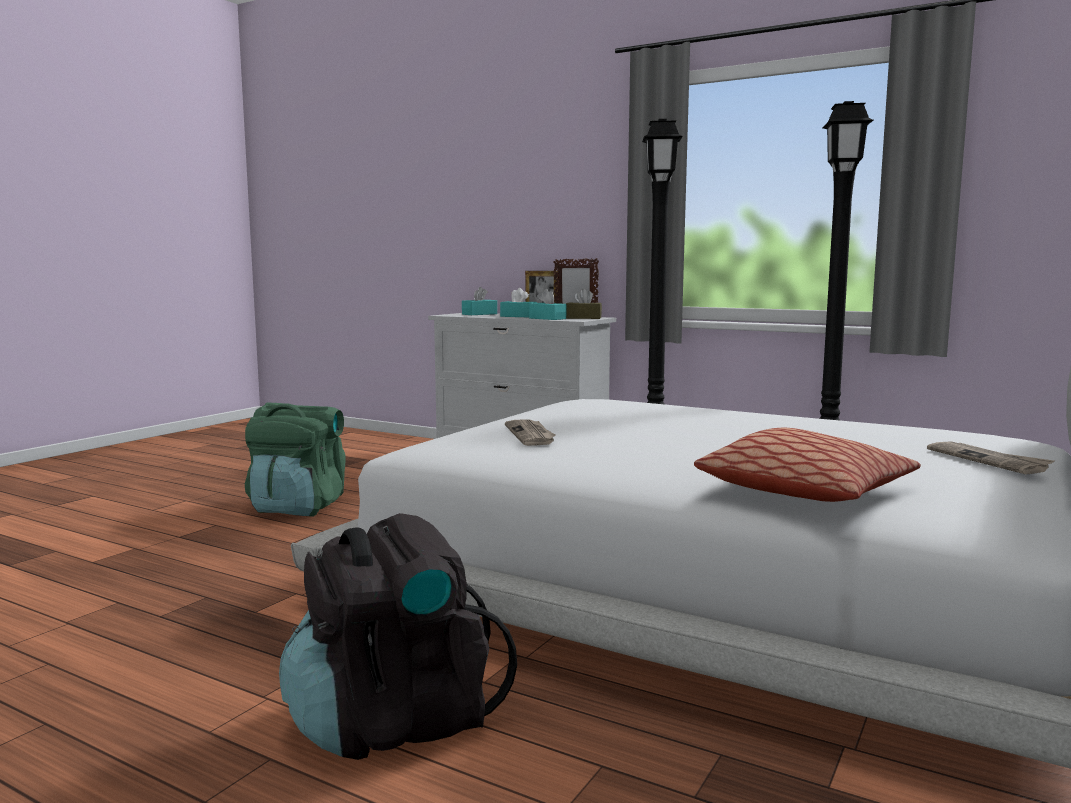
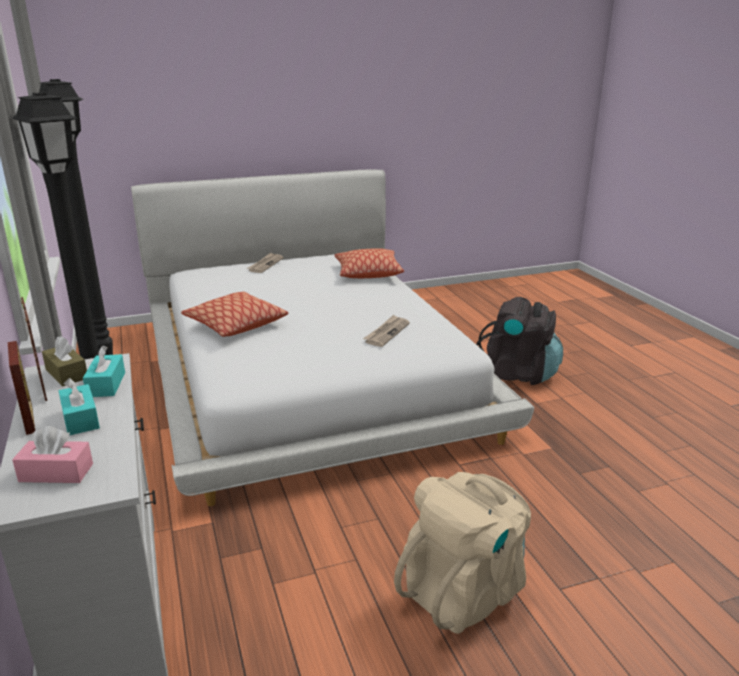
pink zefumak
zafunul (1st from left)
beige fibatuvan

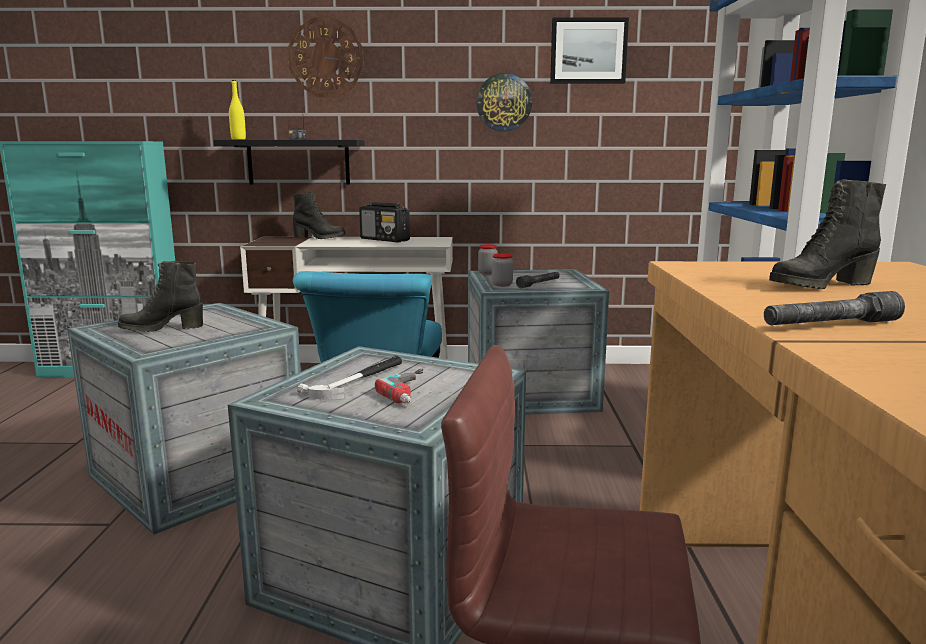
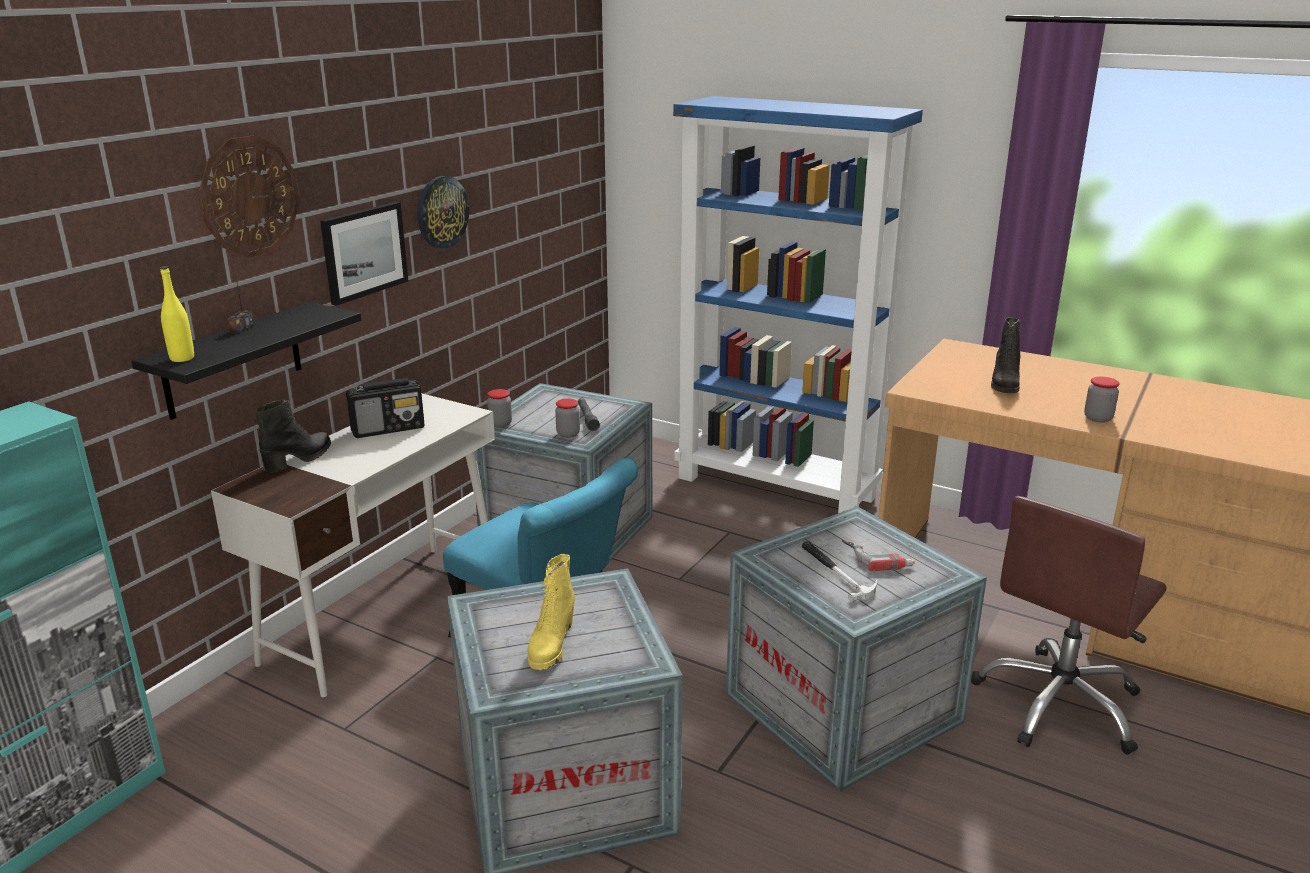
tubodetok
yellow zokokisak
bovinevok (3rd from left)

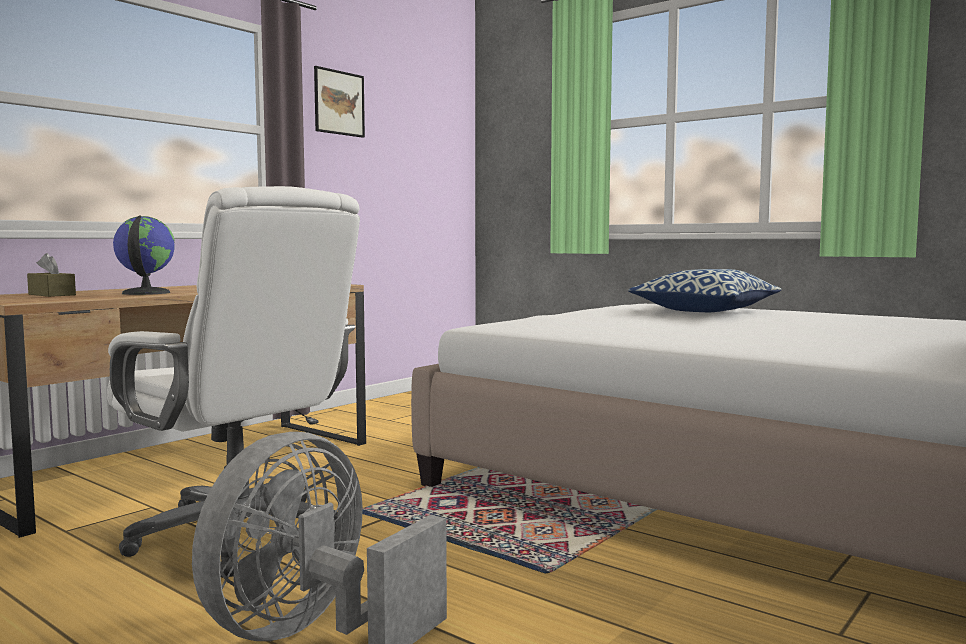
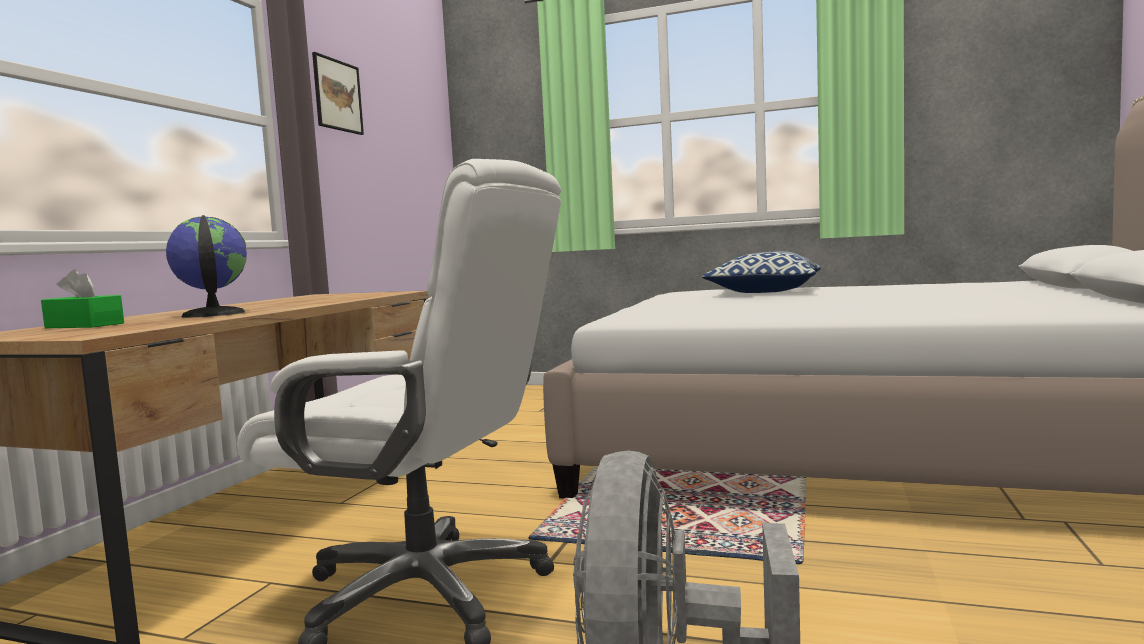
green zefumak

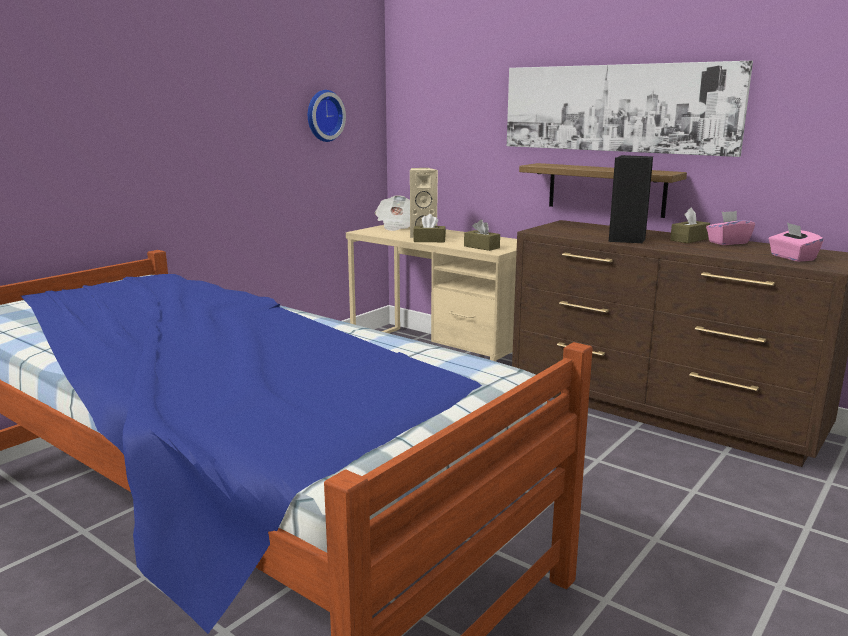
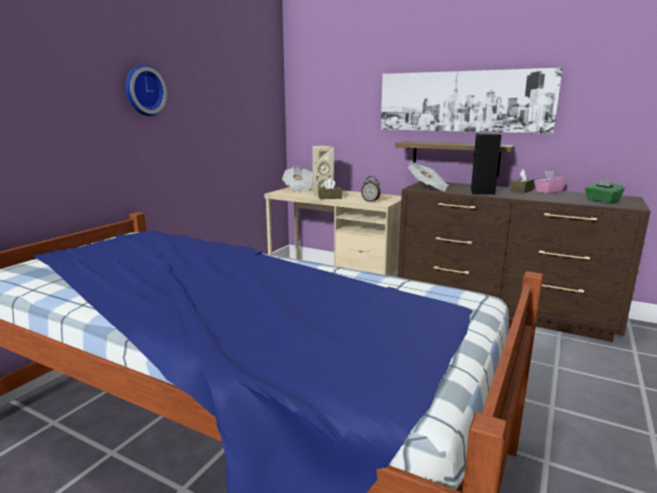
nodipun
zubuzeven
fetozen (2nd from left)
green zefumak

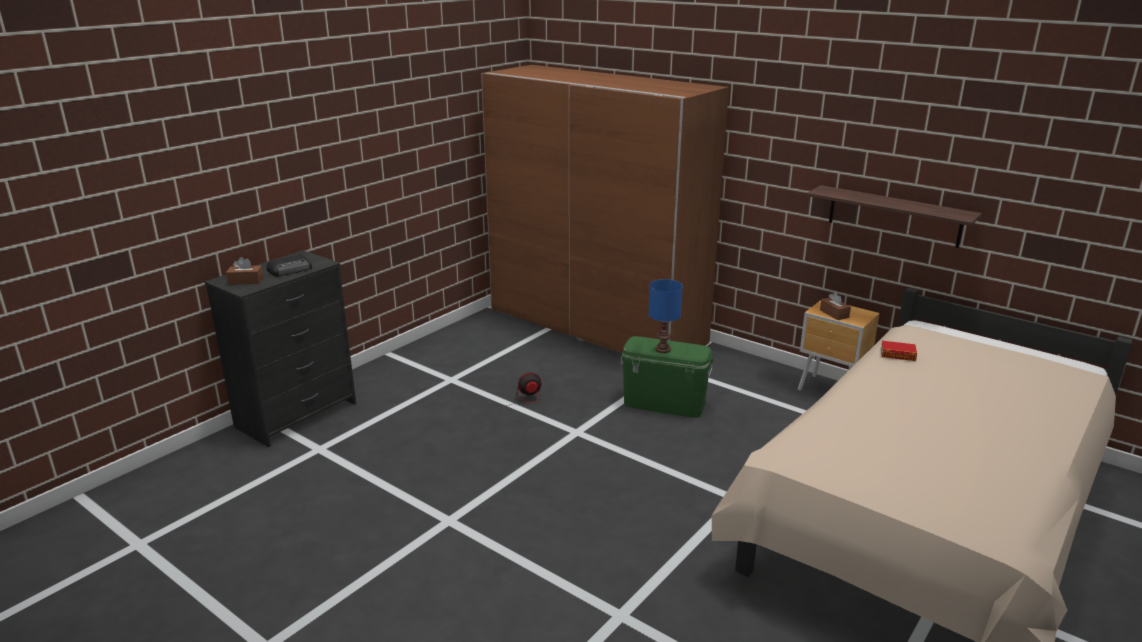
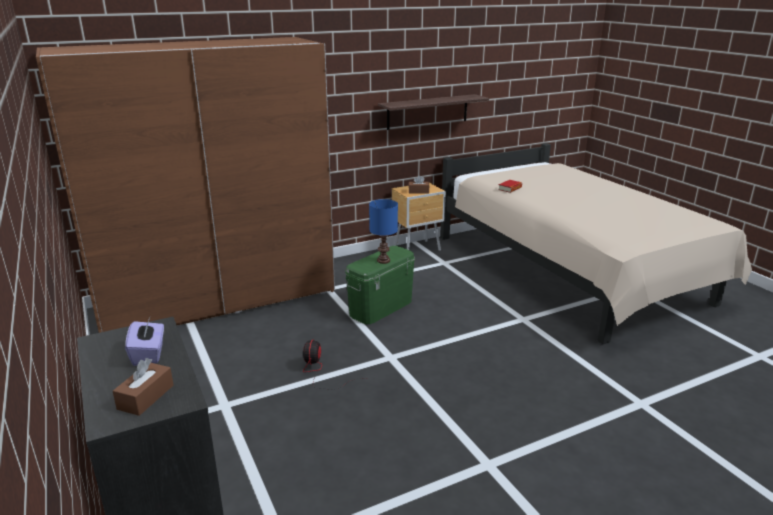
purple zefumak

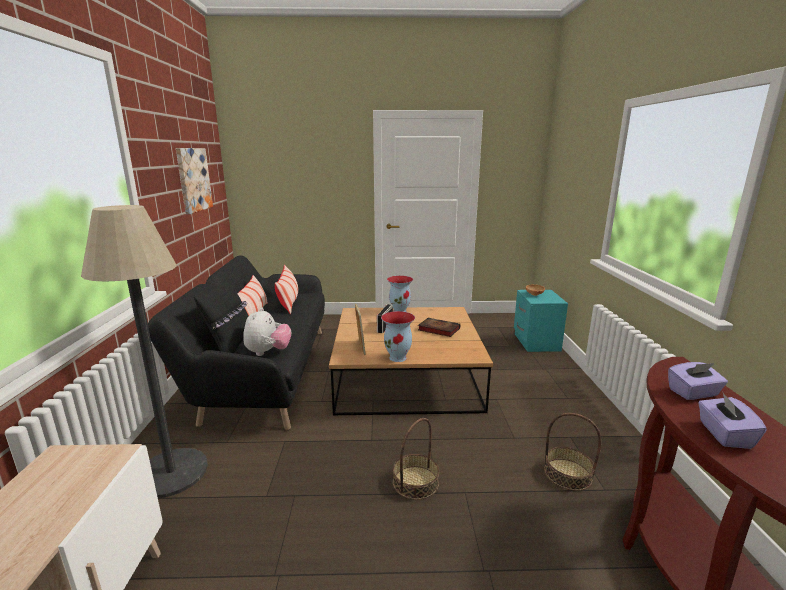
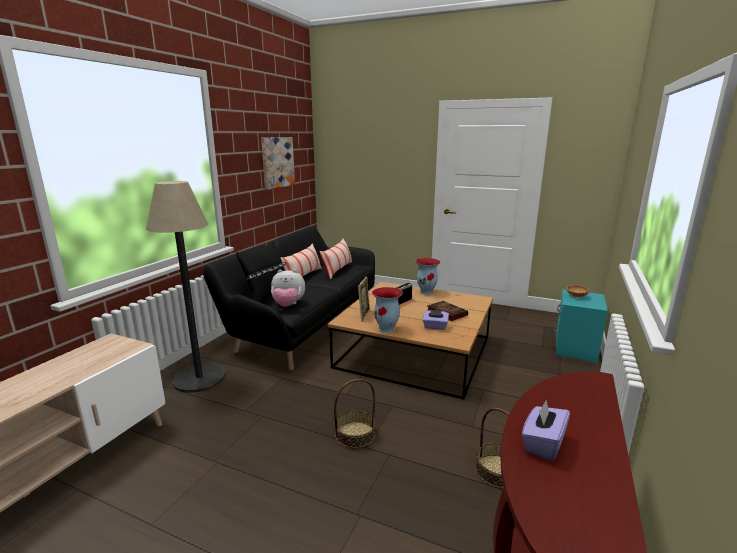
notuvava
purple zefumak (1st from left)

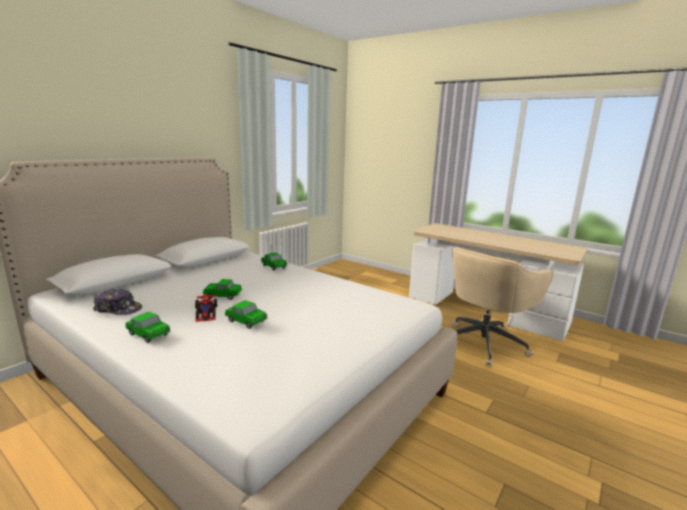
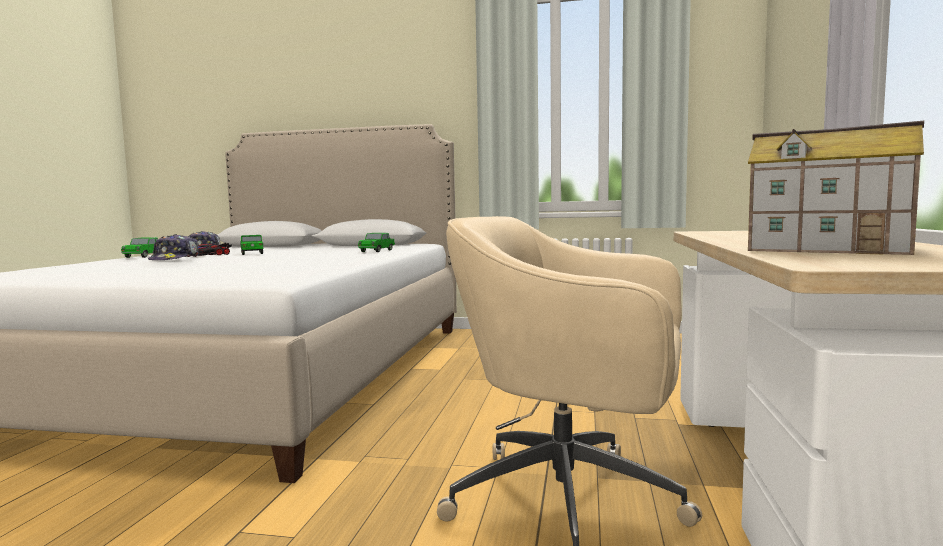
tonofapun (1st from left)
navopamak

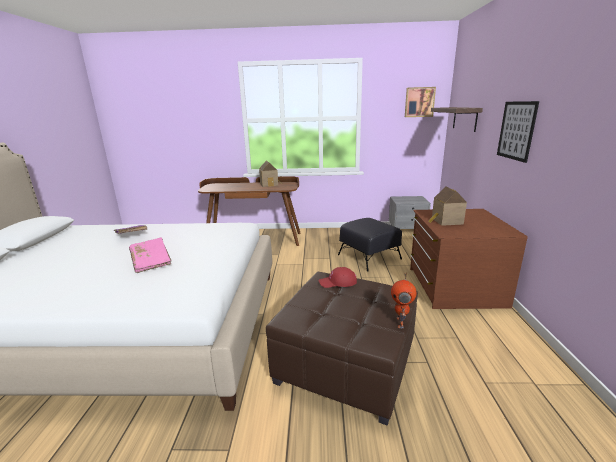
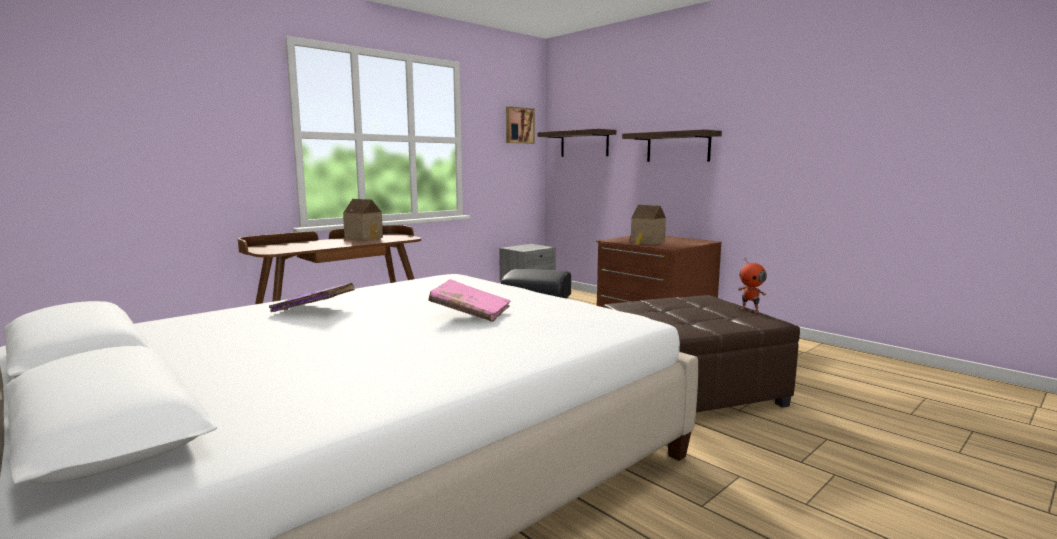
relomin (2nd from left)
red tonofapun

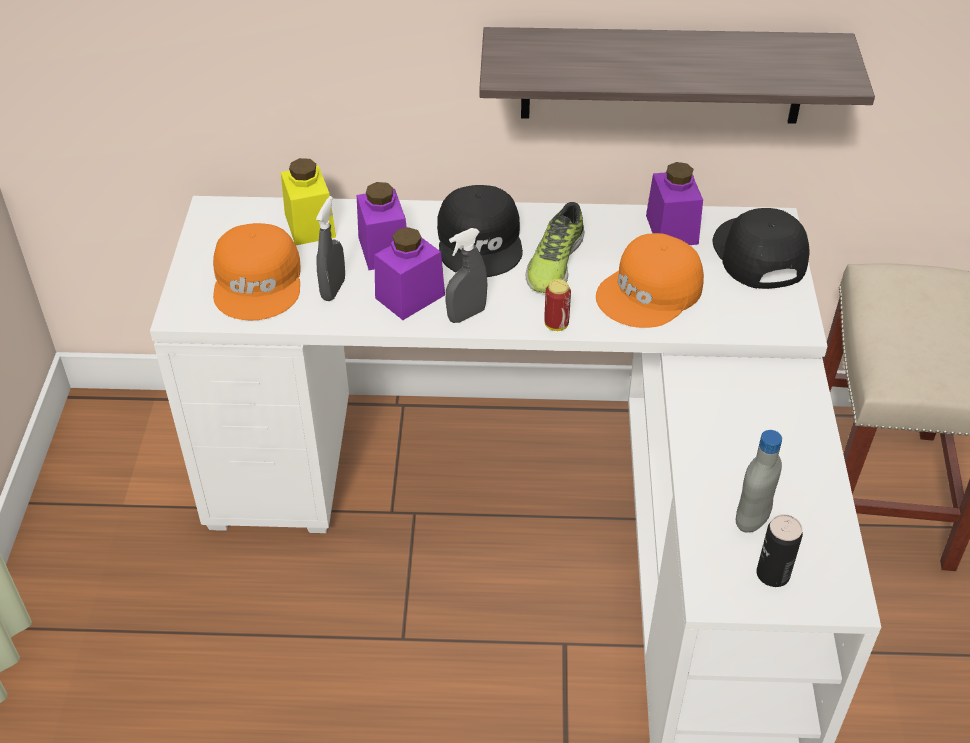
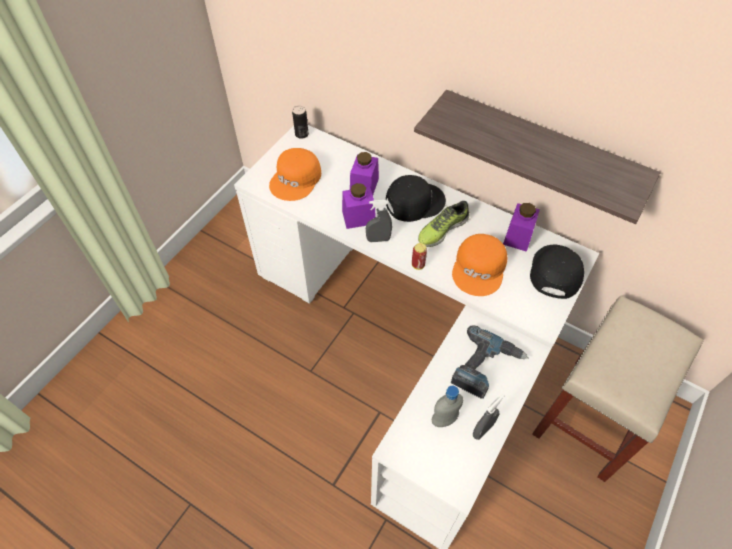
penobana (1st from left)
black tonofapun (1st from left)
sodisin
orange tonofapun (2nd from left)
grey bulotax (2nd from left)
yellow bovinevok

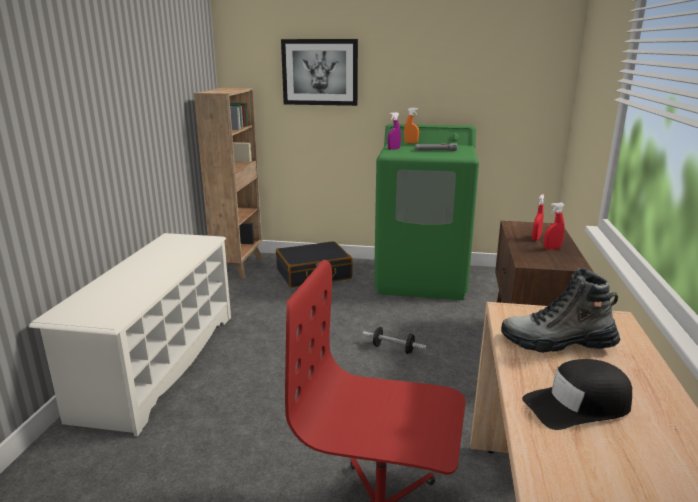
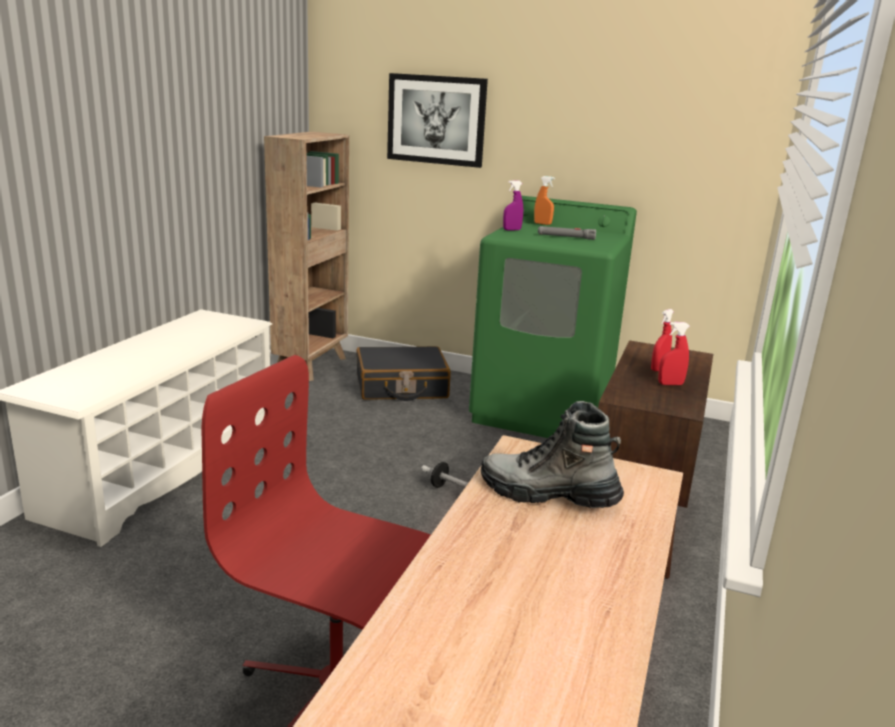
black tonofapun

